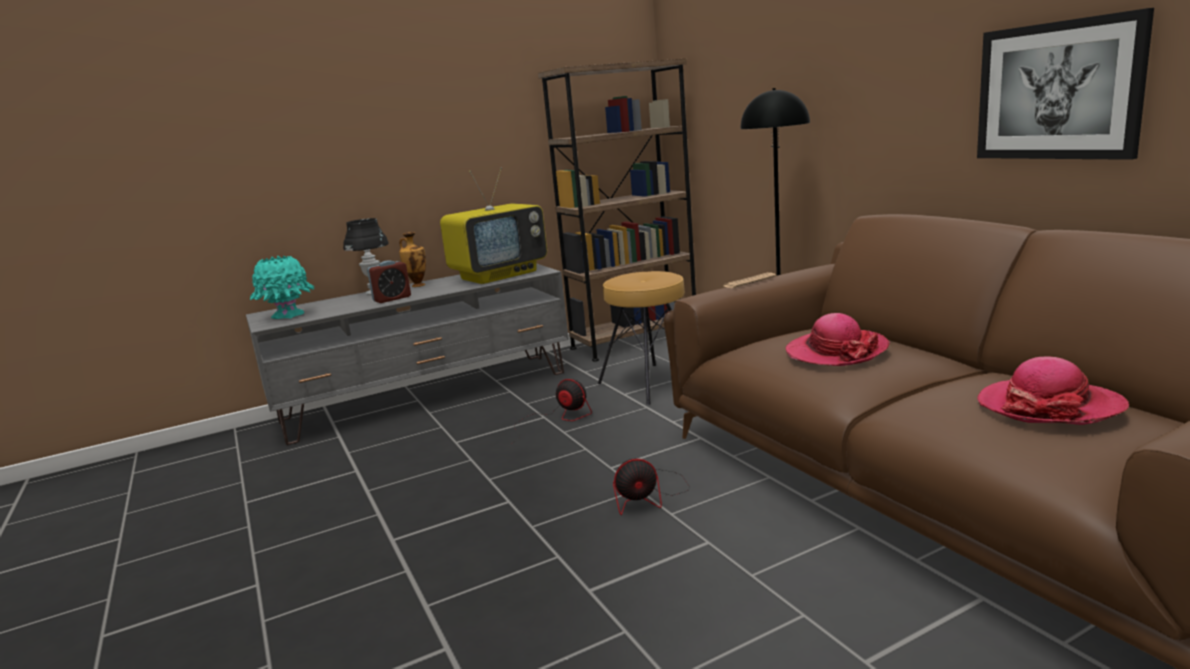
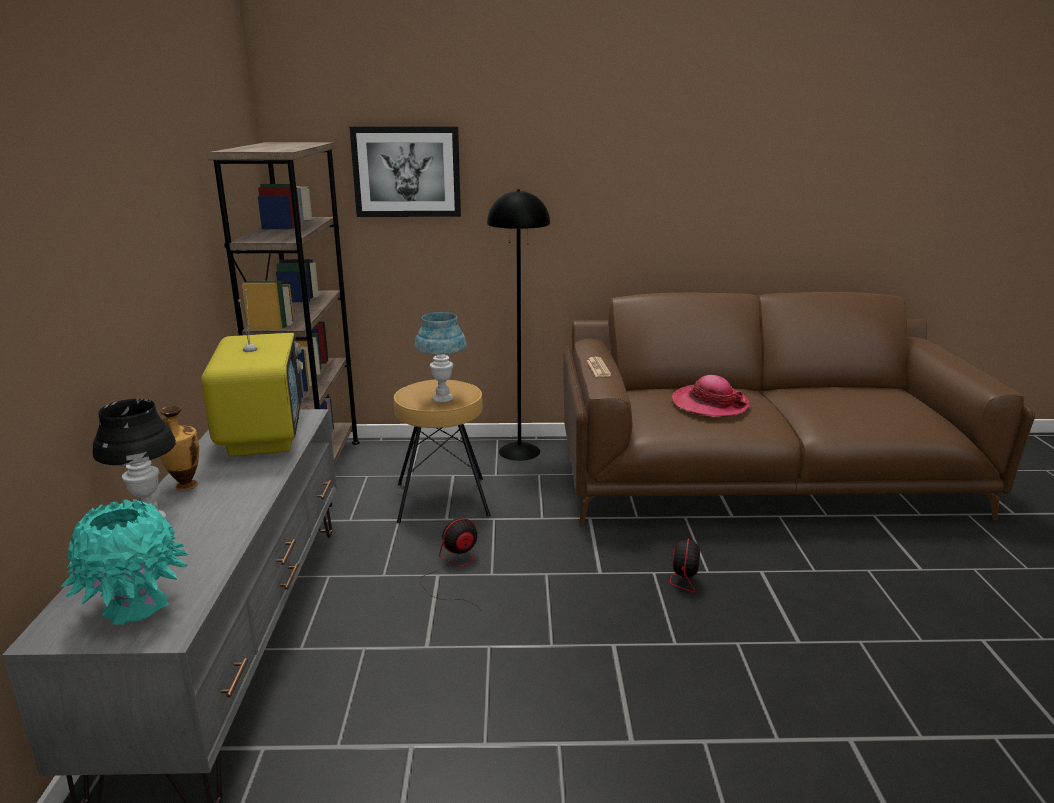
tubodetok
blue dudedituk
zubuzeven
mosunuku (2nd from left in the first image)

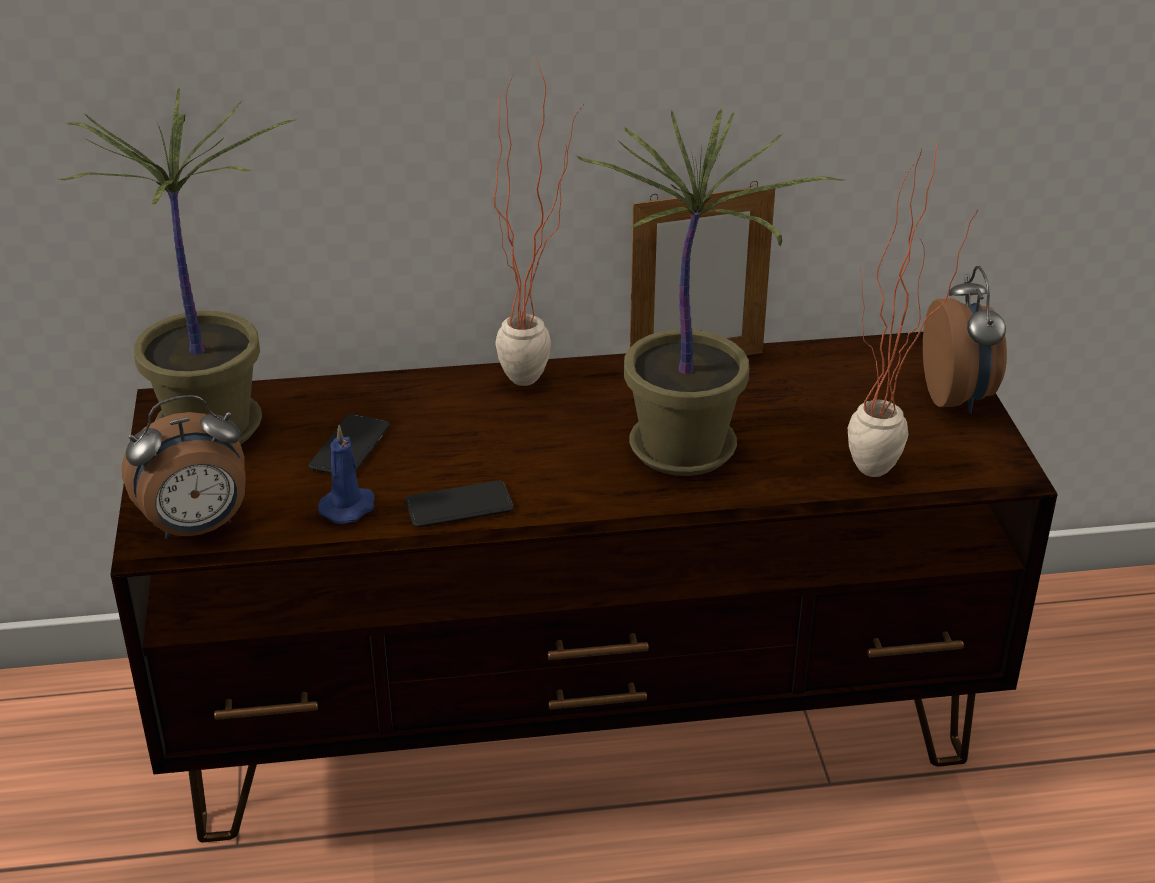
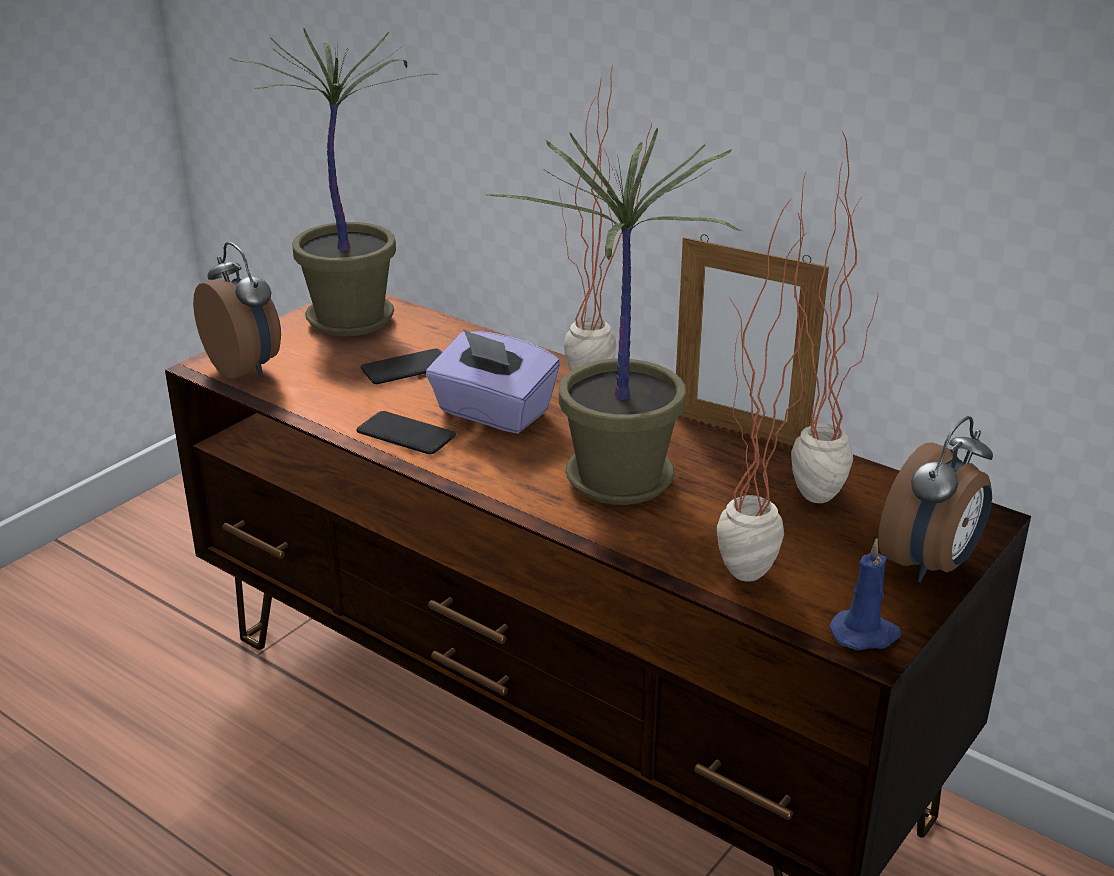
zubuzeven (1st from left)
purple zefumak
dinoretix (5th from left)
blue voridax

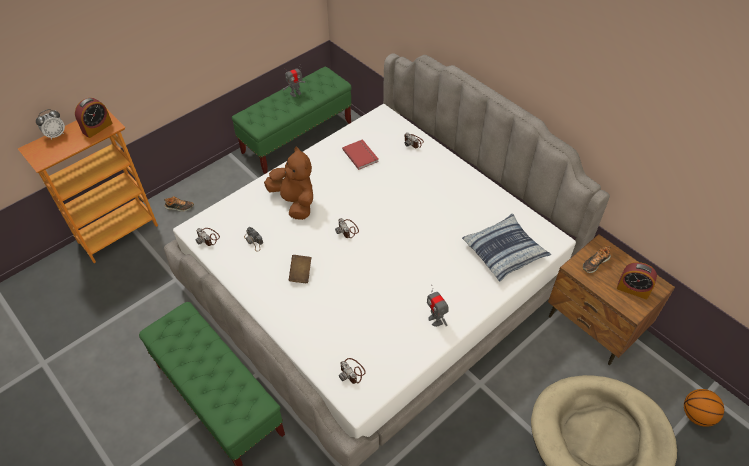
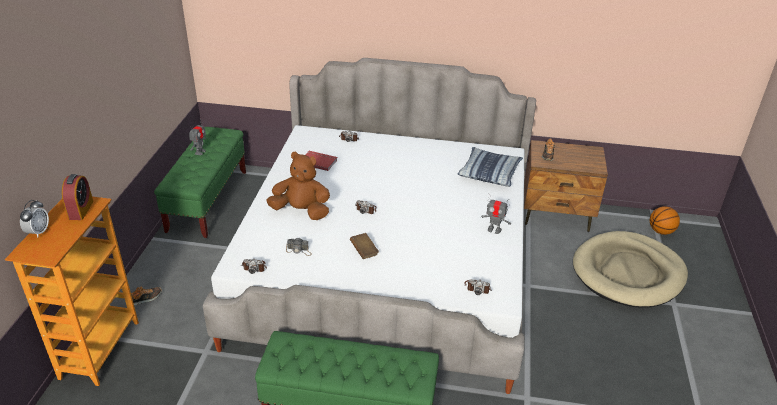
zubuzeven (3rd from left in the first image)

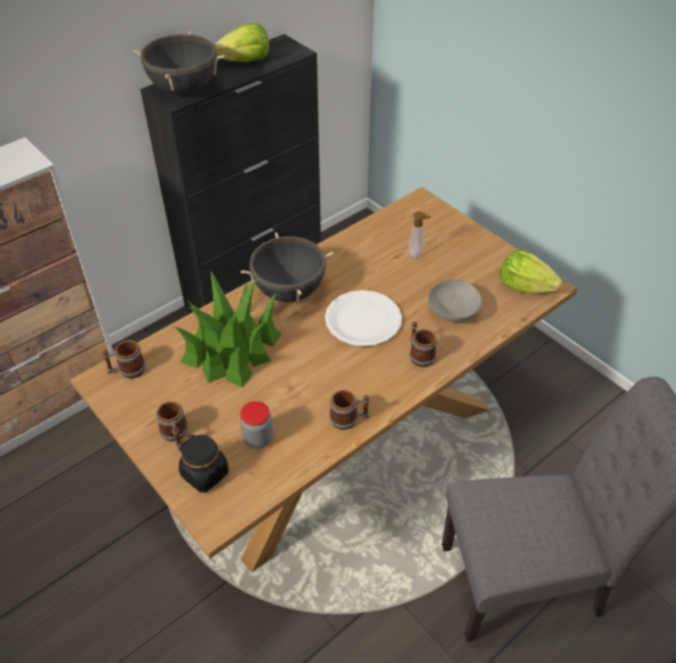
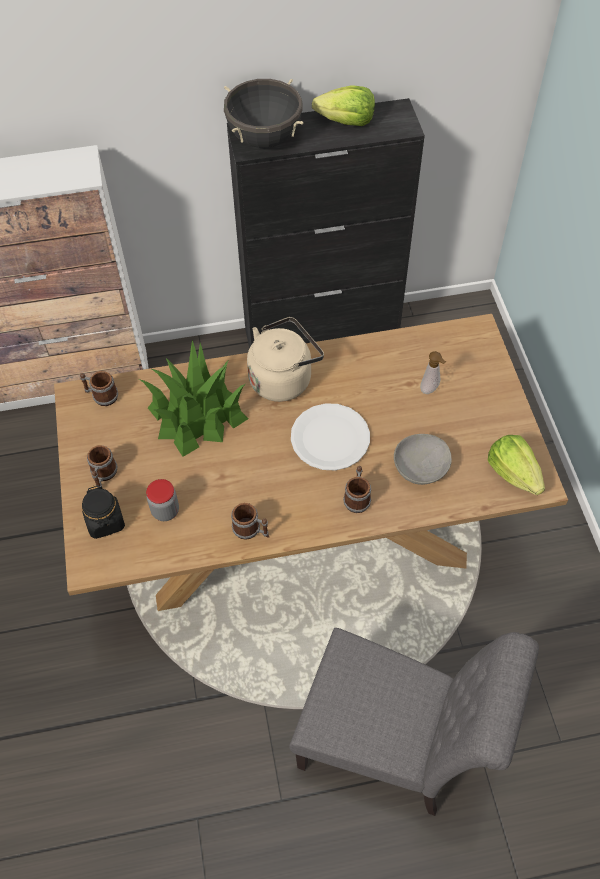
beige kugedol

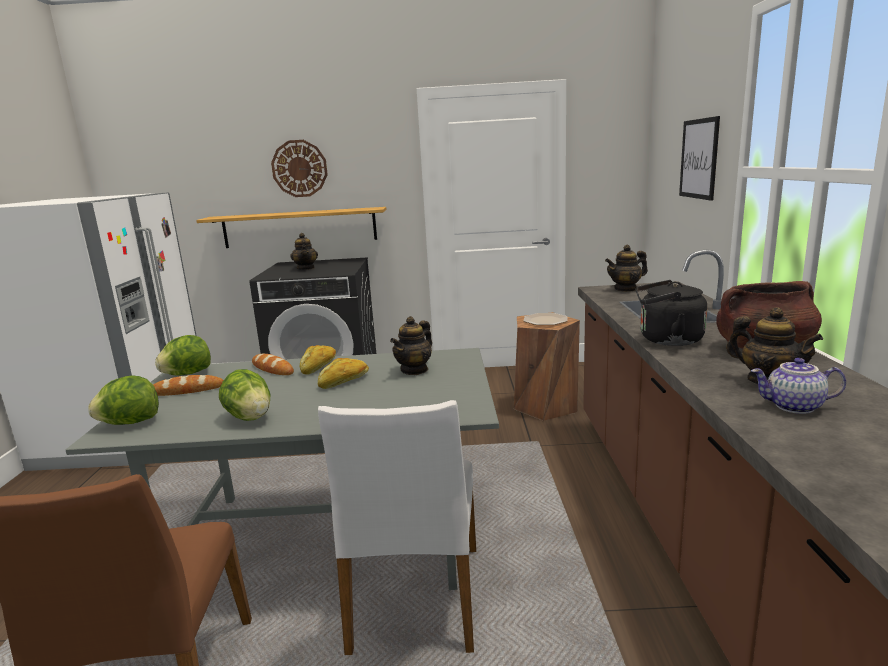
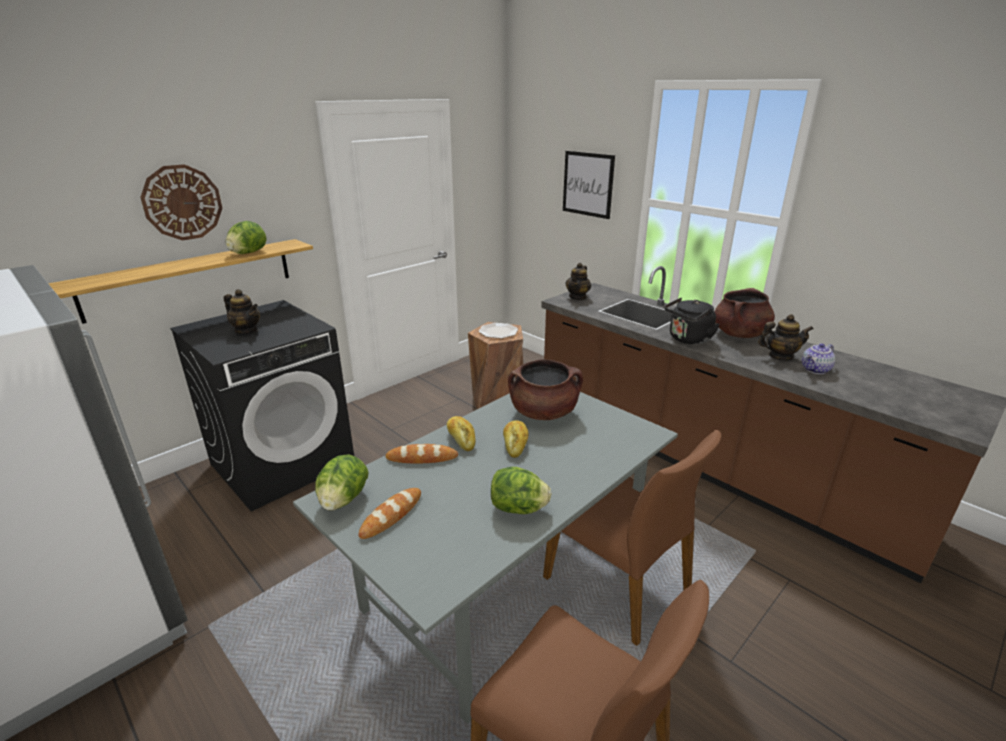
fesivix (1st from left)
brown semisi (1st from left)
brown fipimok (2nd from left)

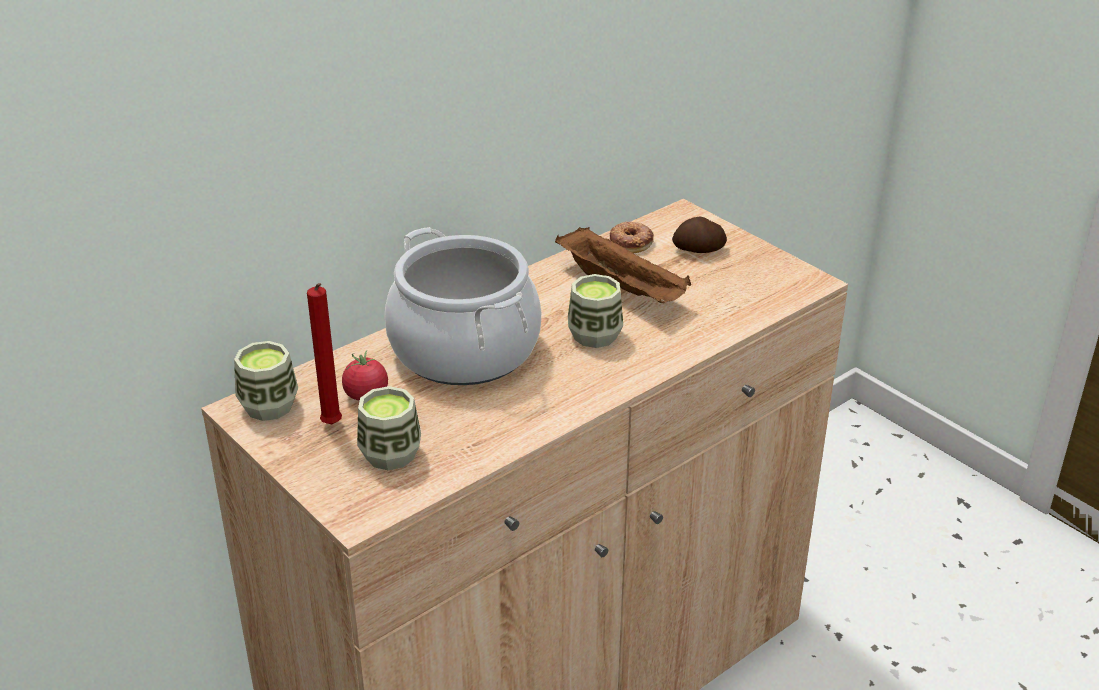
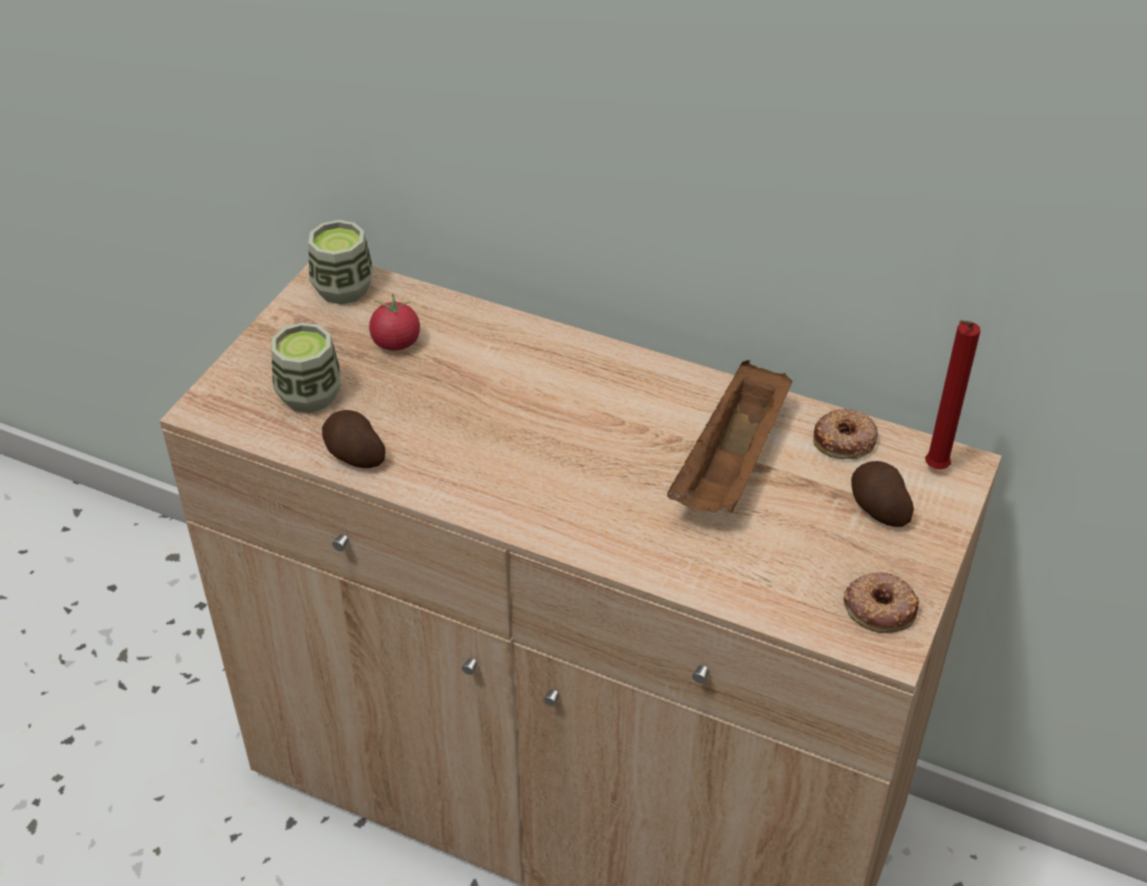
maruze (1st from left)
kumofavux (2nd from left)
red voridax
semisi
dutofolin (3rd from left in the first image)

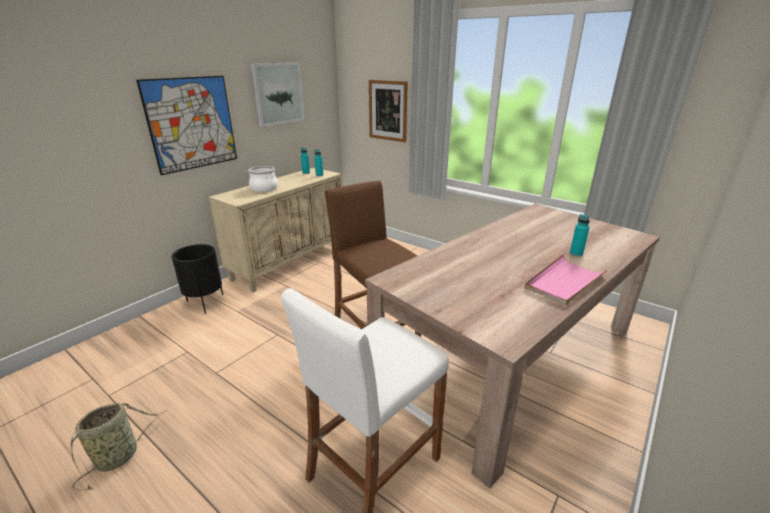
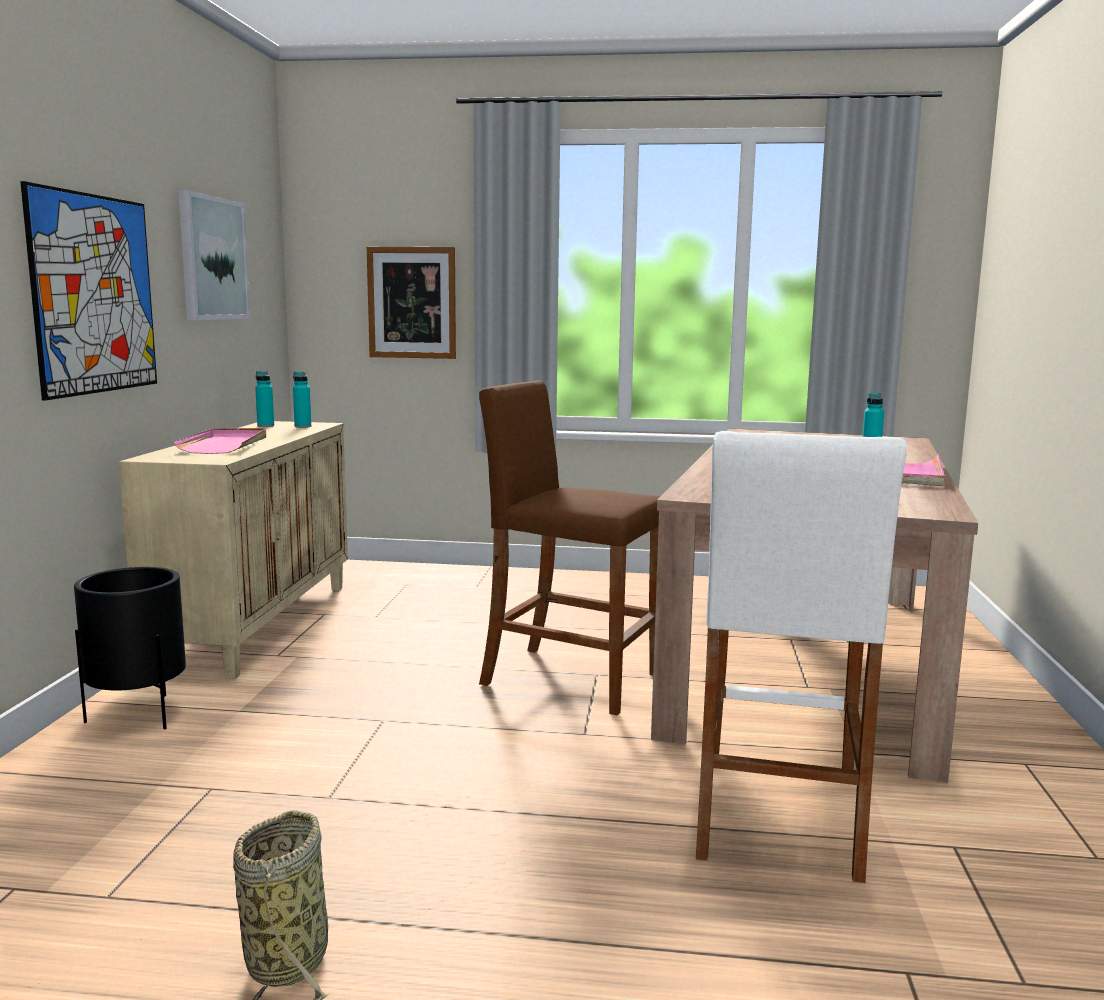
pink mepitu (1st from left)

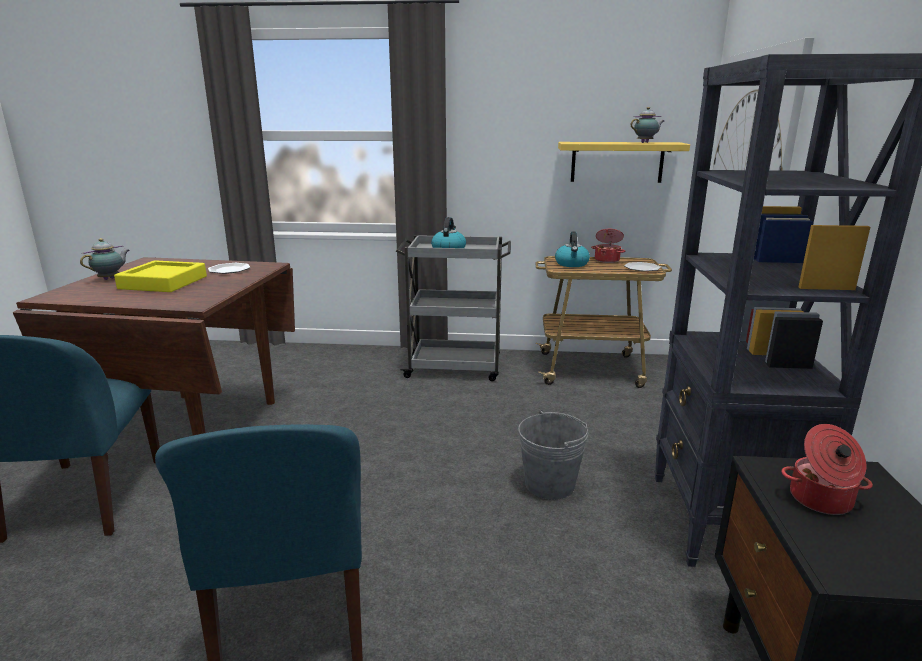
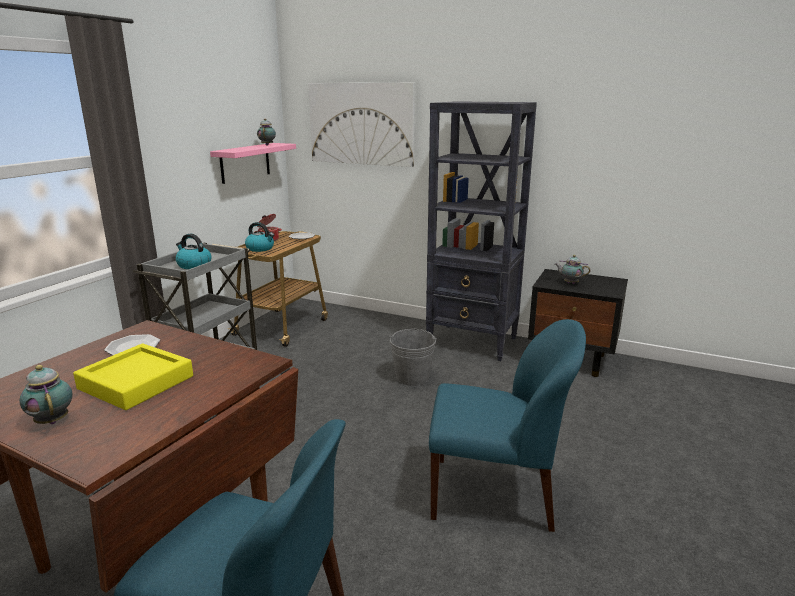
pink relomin
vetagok (3rd from left)

